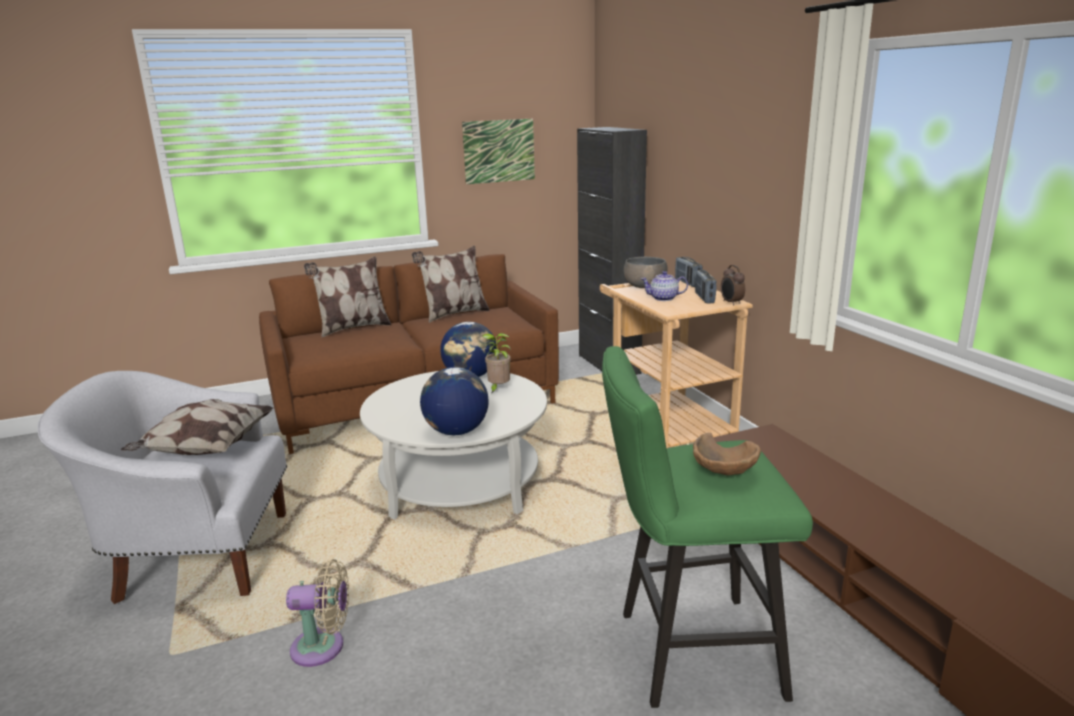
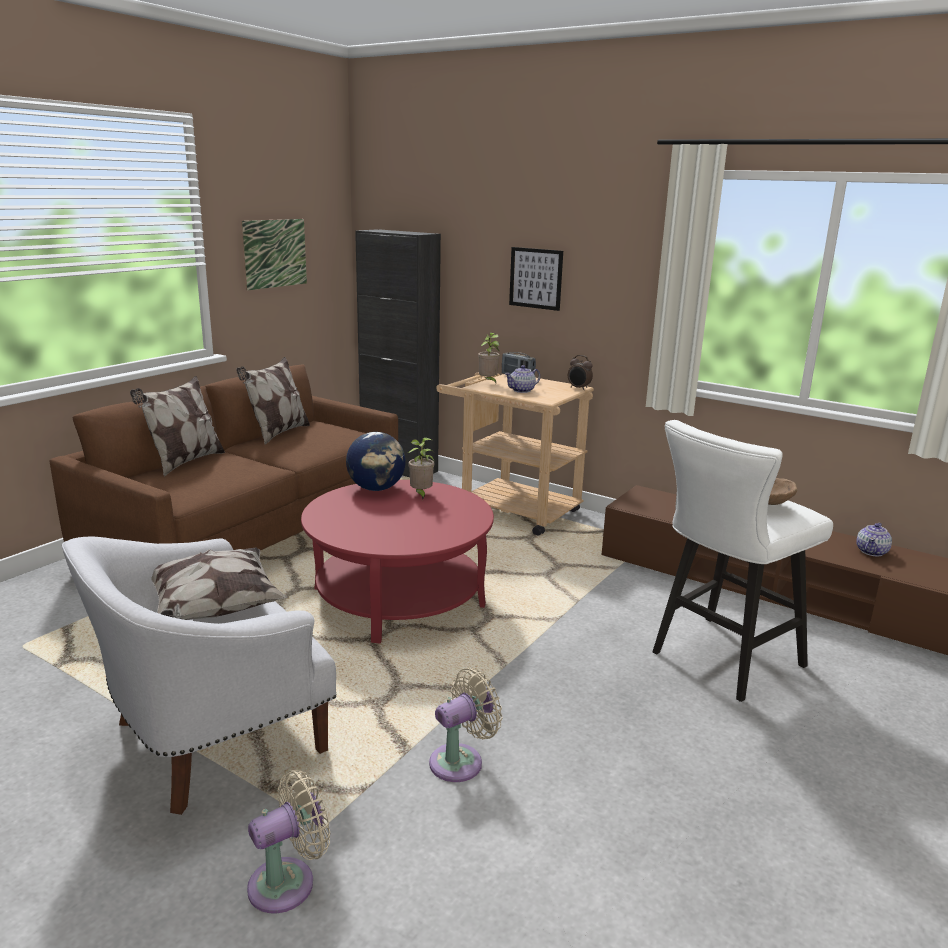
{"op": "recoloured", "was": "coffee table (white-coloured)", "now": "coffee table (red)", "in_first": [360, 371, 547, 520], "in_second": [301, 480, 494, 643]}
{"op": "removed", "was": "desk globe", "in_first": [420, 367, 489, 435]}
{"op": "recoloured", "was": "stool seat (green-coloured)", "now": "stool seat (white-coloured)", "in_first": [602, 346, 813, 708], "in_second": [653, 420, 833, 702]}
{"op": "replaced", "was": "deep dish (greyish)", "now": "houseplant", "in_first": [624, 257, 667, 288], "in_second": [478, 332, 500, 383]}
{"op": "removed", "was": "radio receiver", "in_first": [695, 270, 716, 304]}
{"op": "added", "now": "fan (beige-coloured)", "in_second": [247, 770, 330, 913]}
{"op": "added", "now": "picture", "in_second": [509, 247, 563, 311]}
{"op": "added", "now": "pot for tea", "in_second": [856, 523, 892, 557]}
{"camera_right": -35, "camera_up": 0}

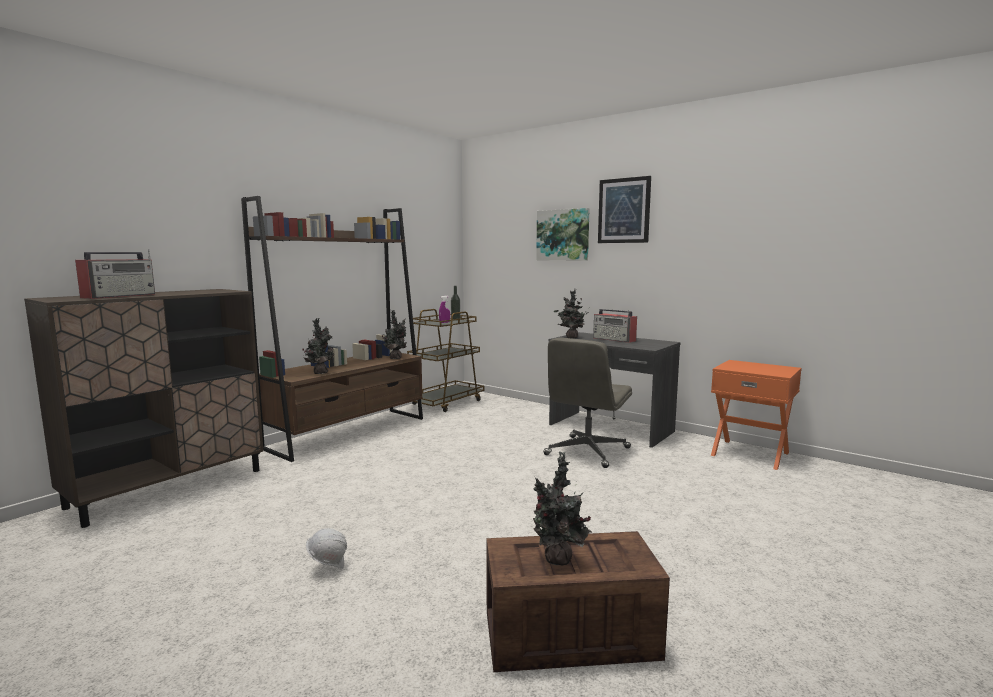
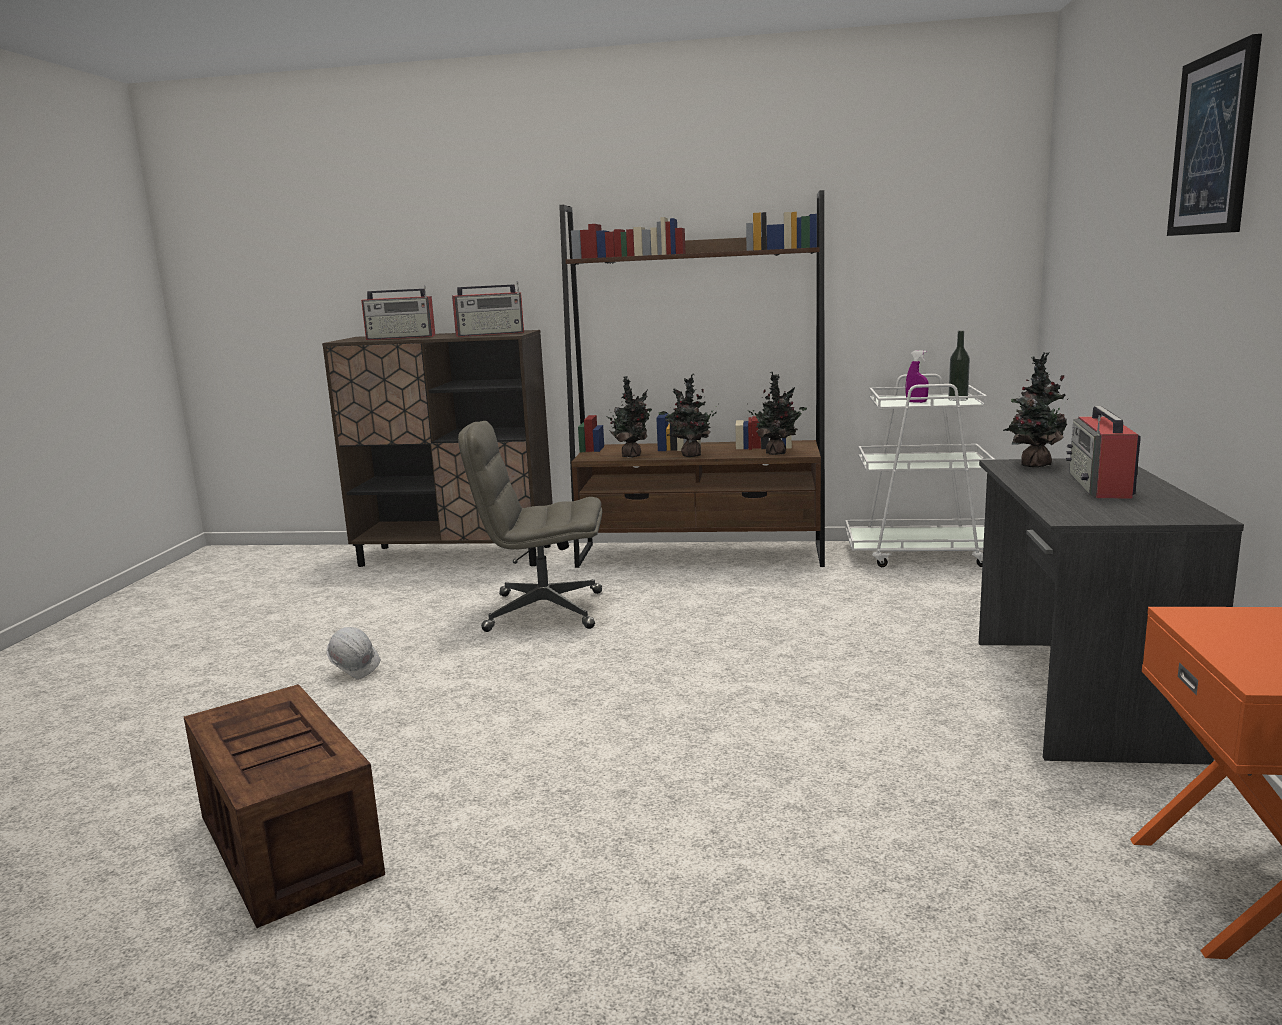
{"op": "recoloured", "was": "trolley (brown-coloured)", "now": "trolley (white-coloured)", "in_first": [407, 309, 484, 412], "in_second": [845, 374, 995, 567]}
{"op": "moved", "was": "houseplant", "in_first": [533, 451, 592, 565], "in_second": [659, 374, 719, 457]}
{"op": "removed", "was": "picture", "in_first": [536, 208, 590, 261]}
{"op": "moved", "was": "computer chair (greyish)", "in_first": [543, 338, 632, 468], "in_second": [458, 421, 602, 632]}
{"op": "added", "now": "radio receiver", "in_second": [452, 281, 524, 337]}
{"camera_right": 60, "camera_up": 5}

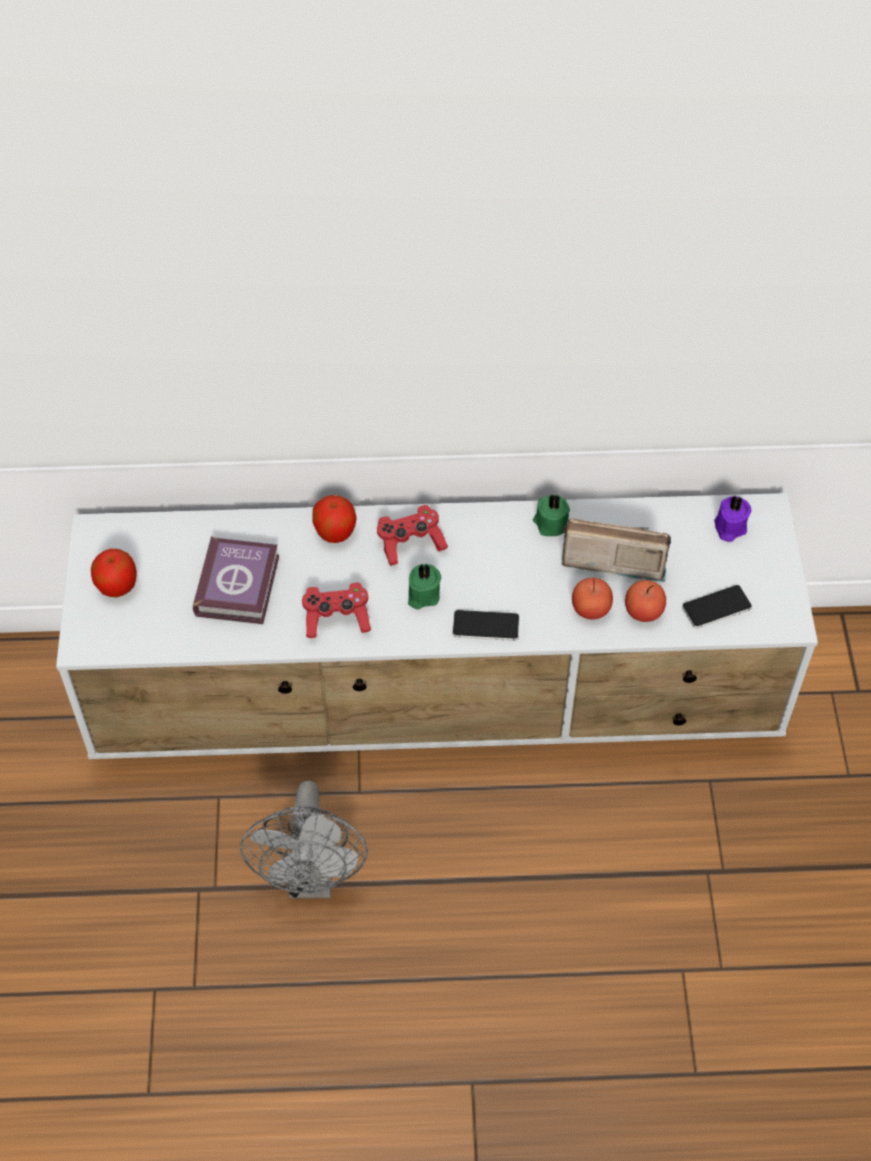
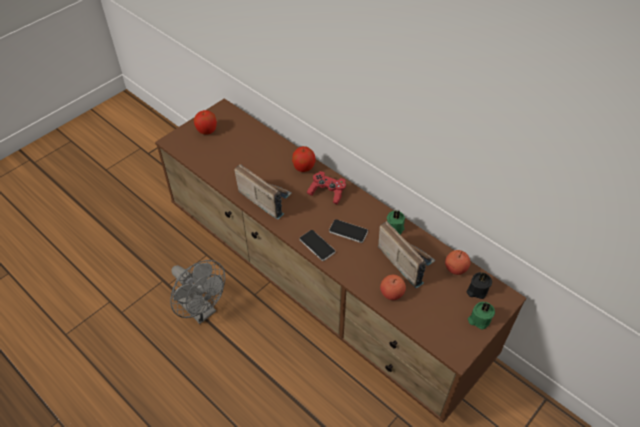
{"op": "recoloured", "was": "media console (white-coloured)", "now": "media console (brown-coloured)", "in_first": [56, 493, 818, 759], "in_second": [155, 98, 527, 423]}
{"op": "removed", "was": "volume", "in_first": [193, 536, 279, 624]}
{"op": "turned", "was": "fan (greyish)", "in_first": [240, 781, 368, 898], "in_second": [170, 260, 225, 324], "clockwise": -90}
{"op": "replaced", "was": "gamepad (red)", "now": "radio receiver", "in_first": [302, 583, 371, 638], "in_second": [234, 164, 292, 220]}
{"op": "moved", "was": "candle (green-coloured)", "in_first": [408, 564, 441, 609], "in_second": [468, 302, 495, 330]}
{"op": "moved", "was": "whole apple", "in_first": [572, 578, 613, 620], "in_second": [445, 250, 470, 275]}
{"op": "moved", "was": "telephone", "in_first": [682, 585, 752, 629], "in_second": [329, 219, 368, 243]}
{"op": "recoloured", "was": "candle (purplish)", "now": "candle (blackish)", "in_first": [714, 495, 751, 542], "in_second": [466, 272, 492, 299]}
{"camera_right": 45, "camera_up": -5}

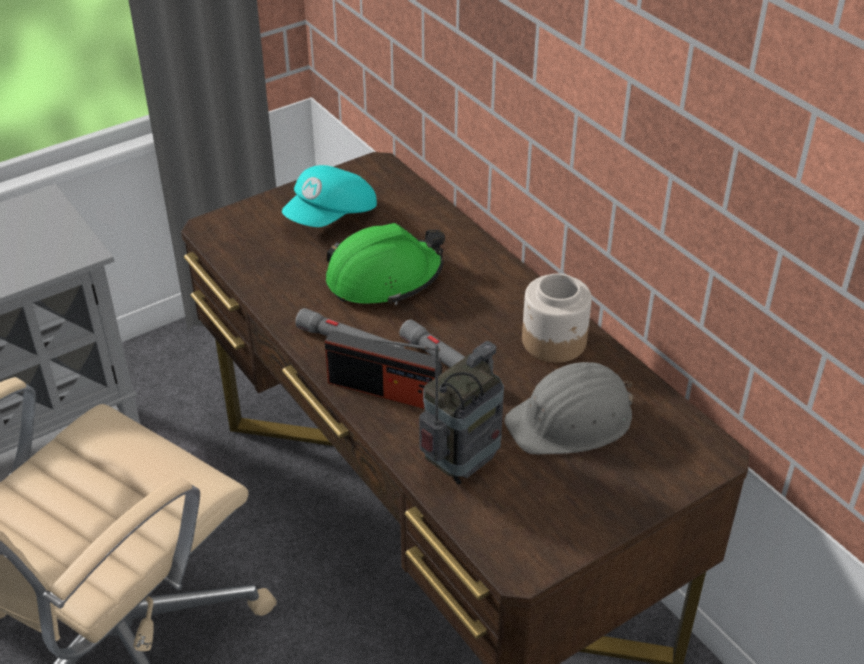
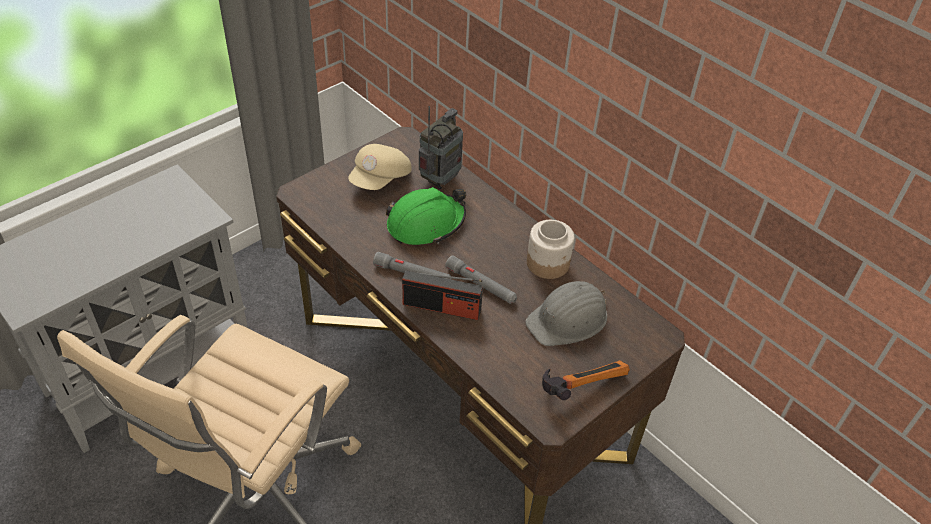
{"op": "recoloured", "was": "peaked cap (blue-green)", "now": "peaked cap (beige-coloured)", "in_first": [282, 165, 377, 227], "in_second": [348, 144, 411, 190]}
{"op": "moved", "was": "radio receiver", "in_first": [419, 341, 504, 484], "in_second": [419, 106, 463, 189]}
{"op": "added", "now": "tool hammer", "in_second": [542, 360, 630, 400]}
{"camera_right": -10, "camera_up": 5}

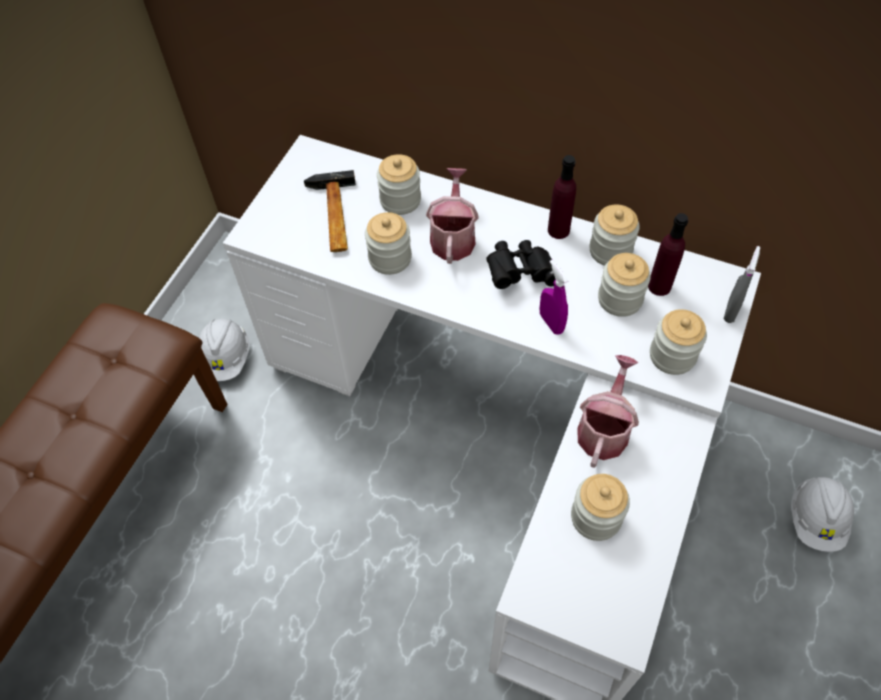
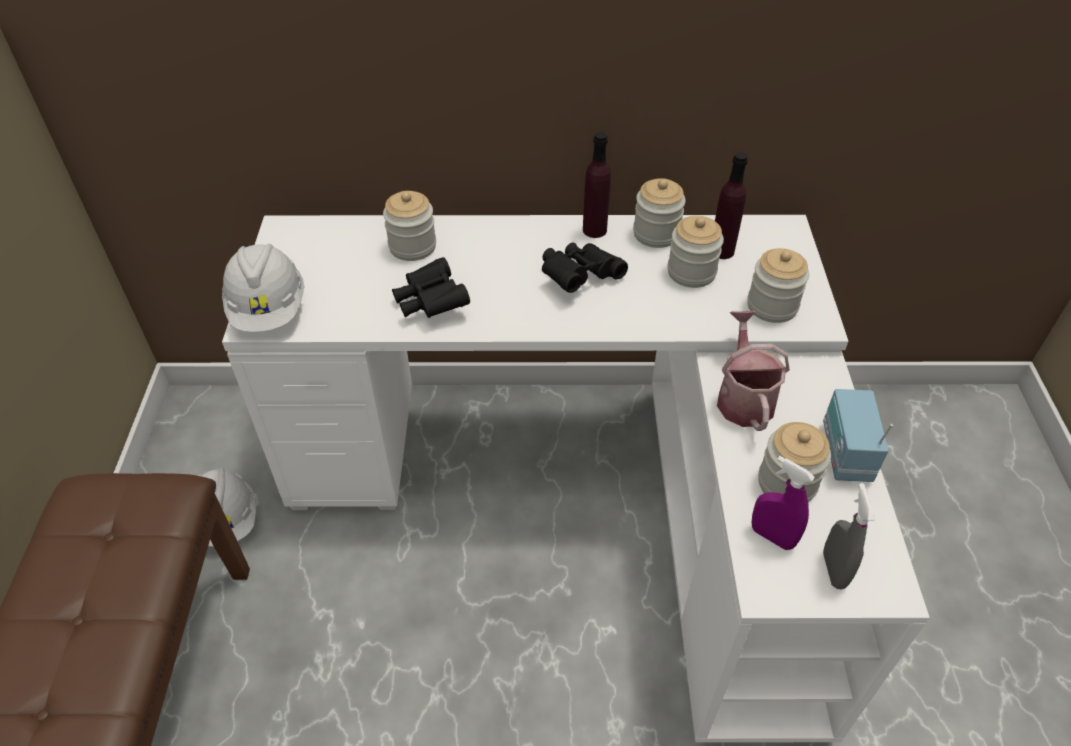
{"op": "removed", "was": "tool hammer", "in_first": [304, 170, 356, 252]}
{"op": "replaced", "was": "preserve jar", "now": "field glasses (blackish)", "in_first": [365, 212, 412, 275], "in_second": [392, 257, 470, 318]}
{"op": "removed", "was": "sprinkling can", "in_first": [426, 168, 479, 264]}
{"op": "moved", "was": "spray bottle (purplish)", "in_first": [539, 260, 568, 335], "in_second": [752, 456, 815, 550]}
{"op": "moved", "was": "spray bottle (greyish)", "in_first": [723, 246, 760, 323], "in_second": [823, 483, 875, 589]}
{"op": "moved", "was": "safety helmet (white-coloured)", "in_first": [791, 477, 854, 552], "in_second": [222, 243, 304, 332]}
{"op": "added", "now": "radio receiver", "in_second": [823, 389, 893, 482]}
{"camera_right": -25, "camera_up": -10}

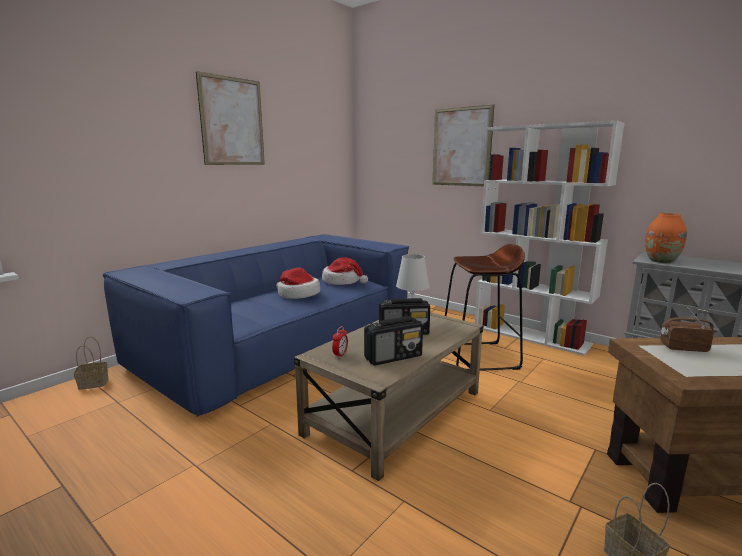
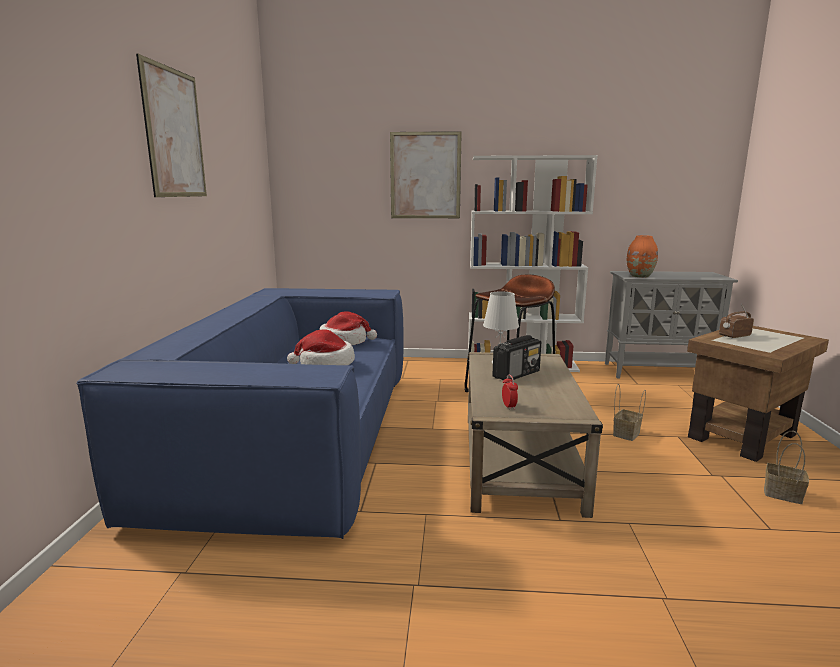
{"op": "moved", "was": "household basket", "in_first": [74, 336, 109, 390], "in_second": [613, 384, 646, 441]}
{"op": "removed", "was": "radio receiver", "in_first": [364, 316, 423, 366]}
{"camera_right": -35, "camera_up": 0}

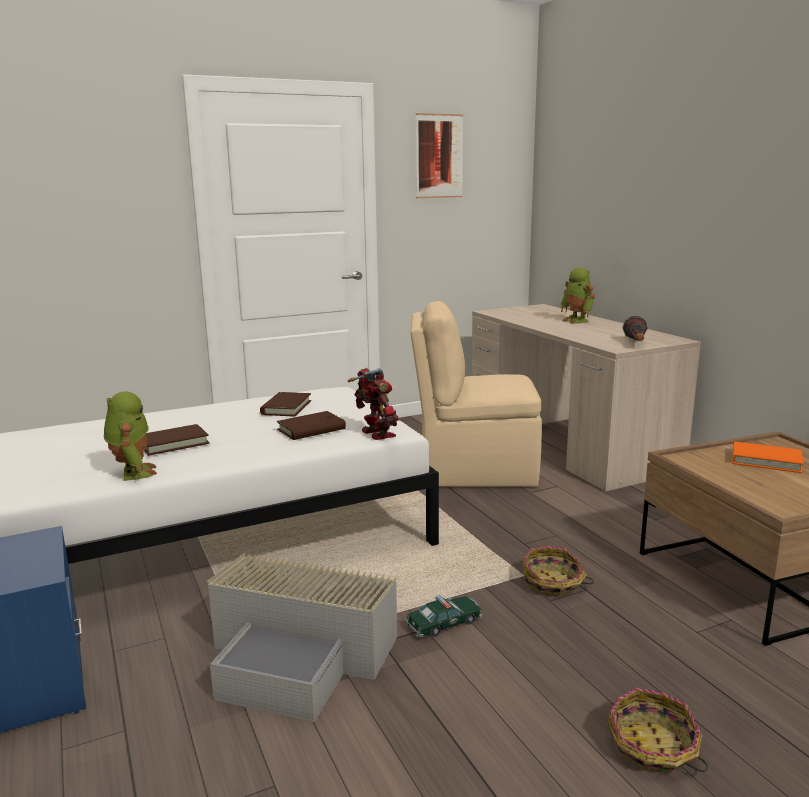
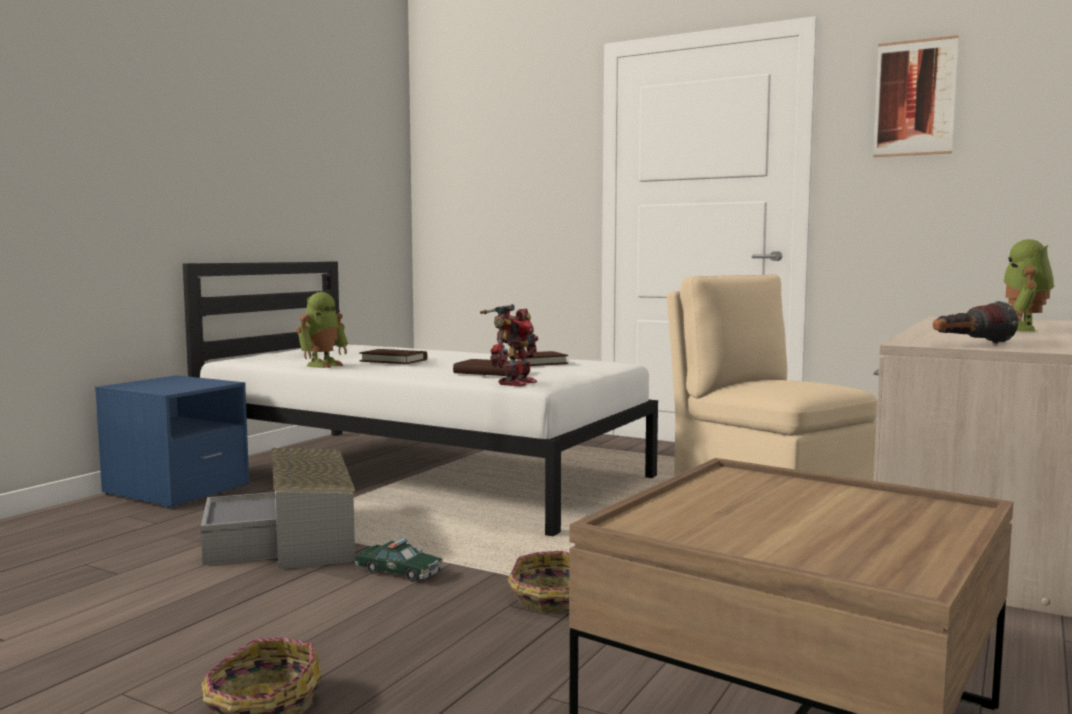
{"op": "removed", "was": "volume (orange-coloured)", "in_first": [732, 442, 804, 473]}
{"camera_right": 55, "camera_up": -10}

